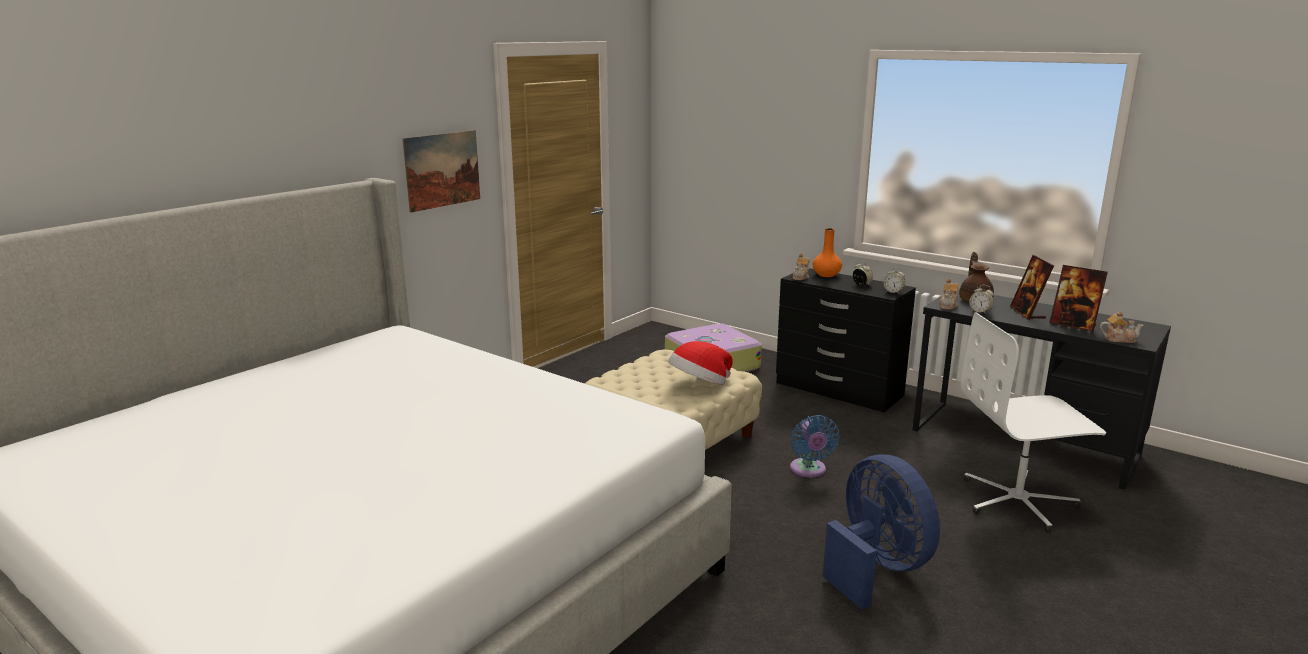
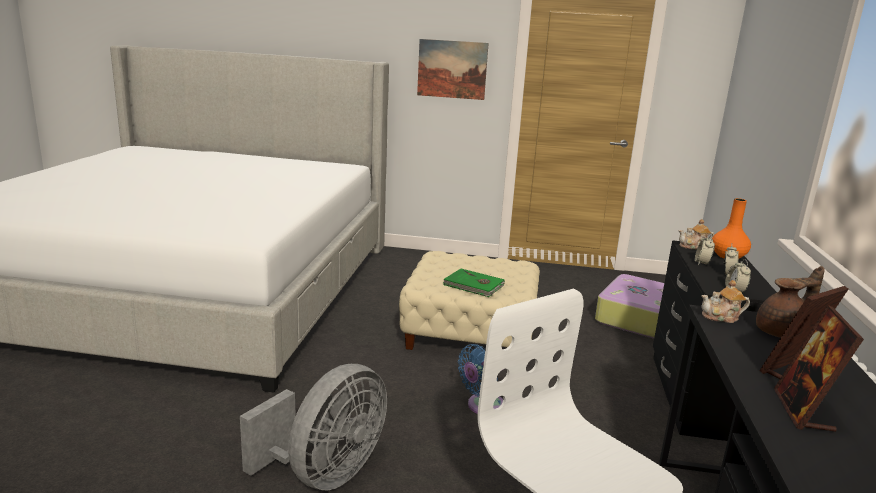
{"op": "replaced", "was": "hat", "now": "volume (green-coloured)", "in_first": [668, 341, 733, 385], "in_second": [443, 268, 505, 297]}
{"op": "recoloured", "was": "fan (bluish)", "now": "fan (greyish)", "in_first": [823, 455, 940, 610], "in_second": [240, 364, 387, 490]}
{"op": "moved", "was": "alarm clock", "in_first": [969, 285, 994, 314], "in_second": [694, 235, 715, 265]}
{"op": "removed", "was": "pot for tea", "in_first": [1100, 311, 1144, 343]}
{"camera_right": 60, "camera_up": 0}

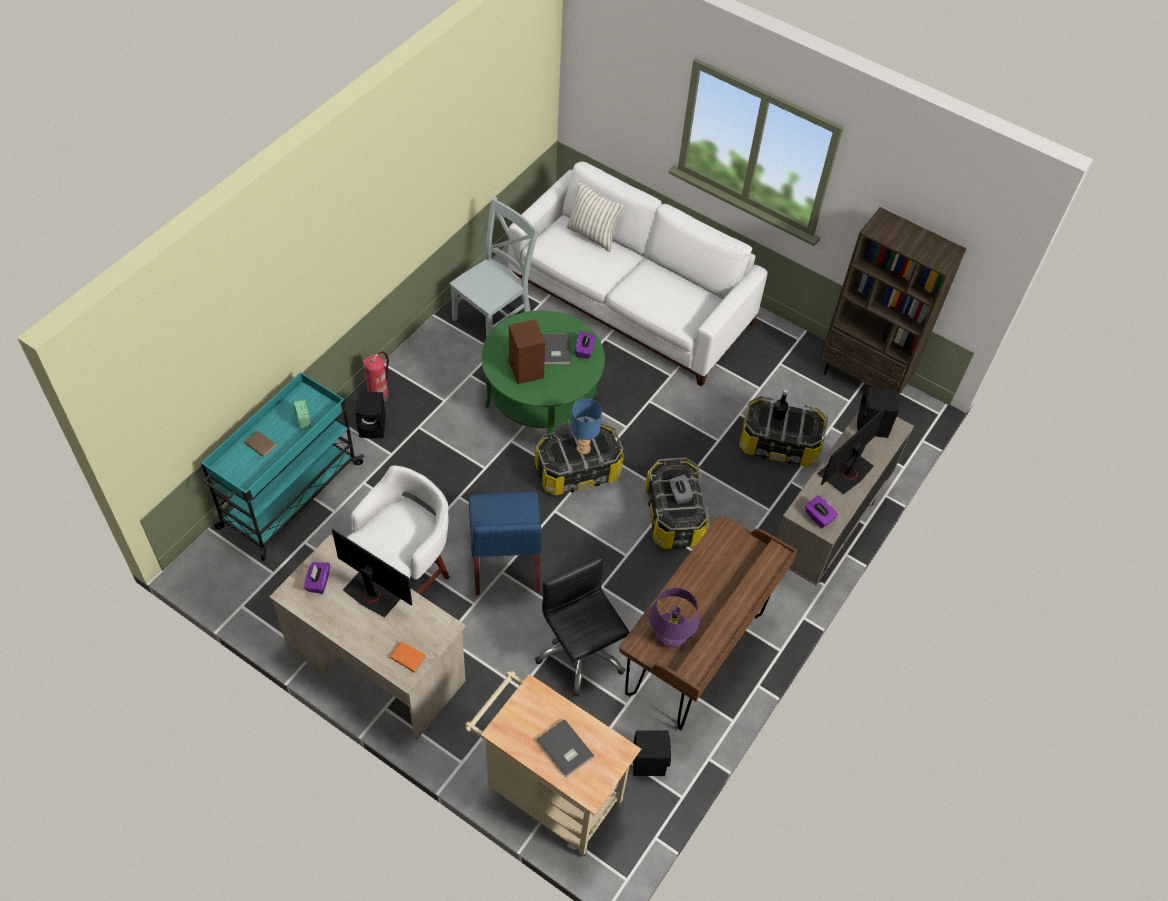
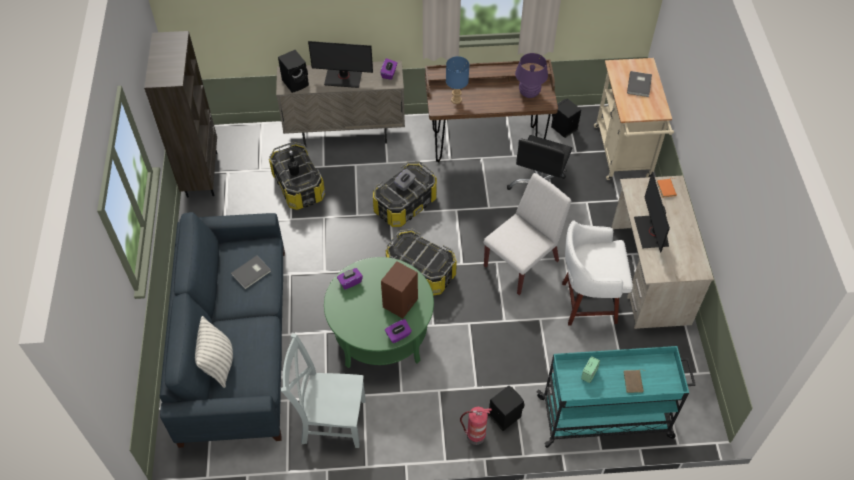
{"op": "moved", "was": "box of tissues (purplish)", "in_first": [304, 562, 330, 594], "in_second": [385, 319, 412, 343]}
{"op": "recoloured", "was": "plain chair (bluish)", "now": "plain chair (white-coloured)", "in_first": [469, 492, 542, 595], "in_second": [483, 173, 571, 295]}
{"op": "recoloured", "was": "settee (white-coloured)", "now": "settee (bluish)", "in_first": [509, 161, 768, 387], "in_second": [160, 212, 285, 448]}
{"op": "moved", "was": "volume (greyish)", "in_first": [542, 333, 571, 364], "in_second": [231, 256, 271, 289]}
{"op": "moved", "was": "lamp for a table (bluish)", "in_first": [571, 399, 602, 454], "in_second": [446, 56, 469, 104]}
{"camera_right": -125, "camera_up": 0}

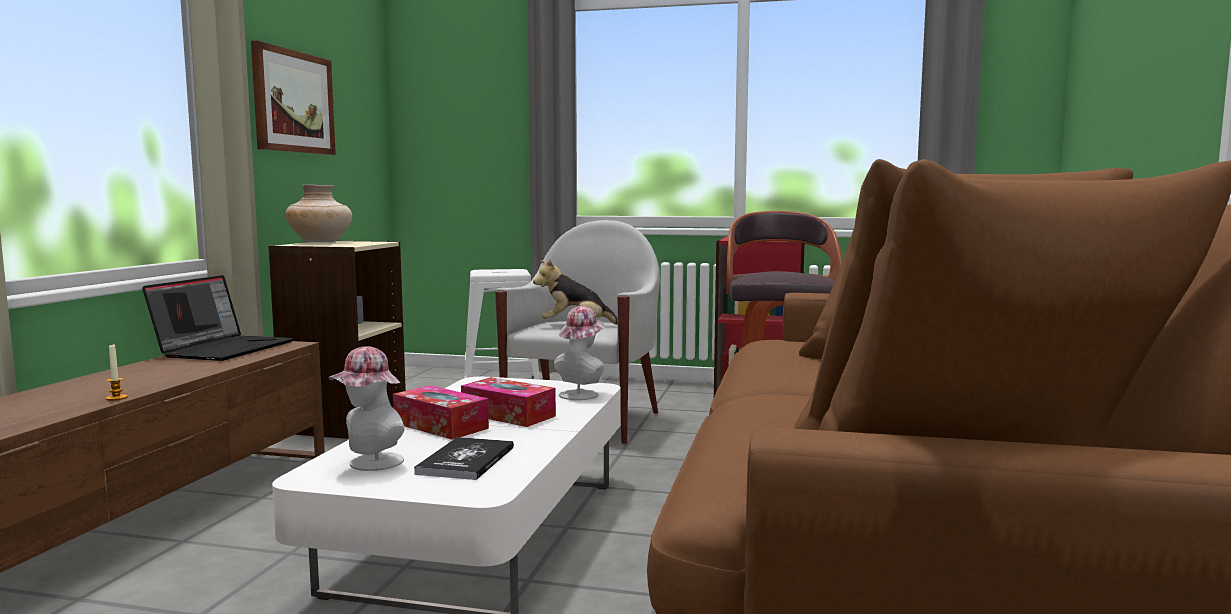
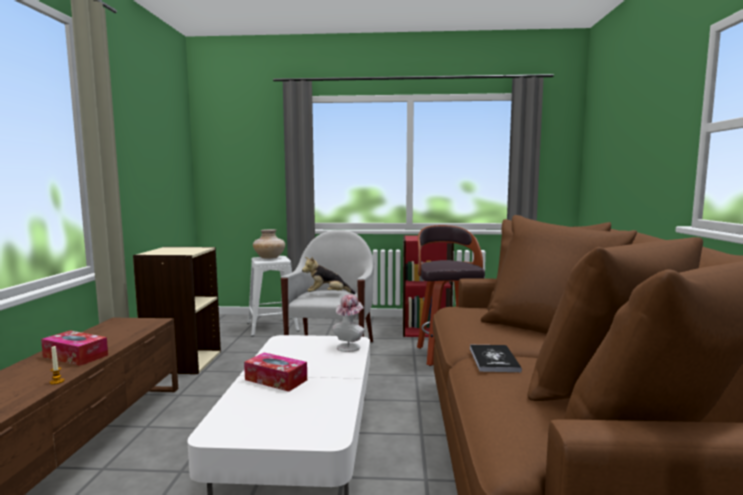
{"op": "removed", "was": "portable computer", "in_first": [142, 275, 293, 361]}
{"op": "removed", "was": "picture", "in_first": [251, 40, 336, 155]}
{"op": "moved", "was": "vase (beige-coloured)", "in_first": [285, 185, 352, 242], "in_second": [253, 229, 285, 259]}
{"op": "removed", "was": "hat", "in_first": [328, 346, 405, 471]}
{"op": "moved", "was": "volume", "in_first": [414, 437, 514, 480], "in_second": [470, 345, 522, 372]}
{"op": "moved", "was": "box of tissues", "in_first": [461, 377, 556, 427], "in_second": [41, 330, 108, 366]}
{"camera_right": -10, "camera_up": 0}

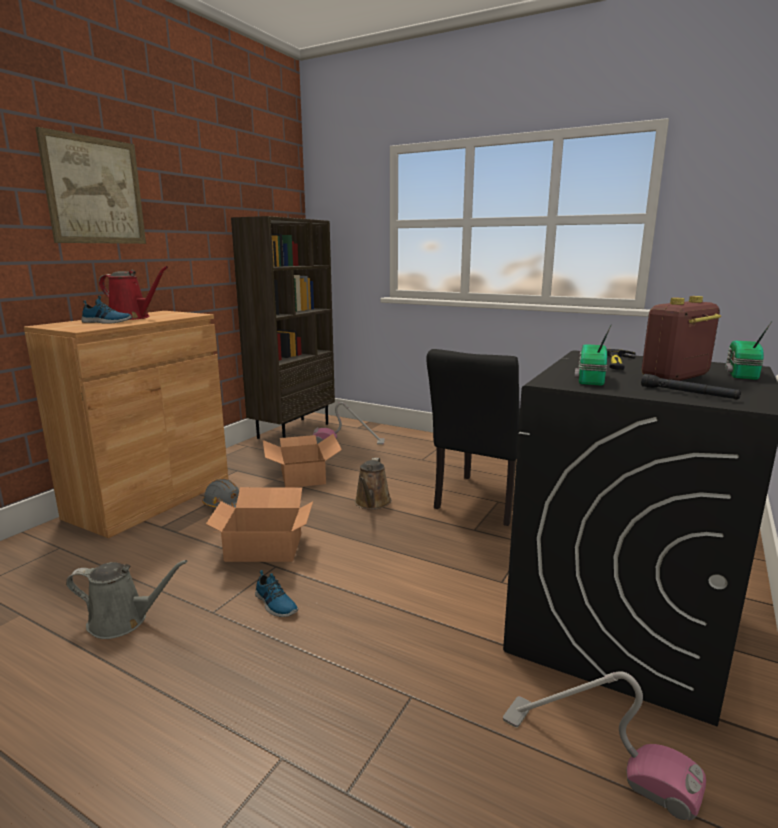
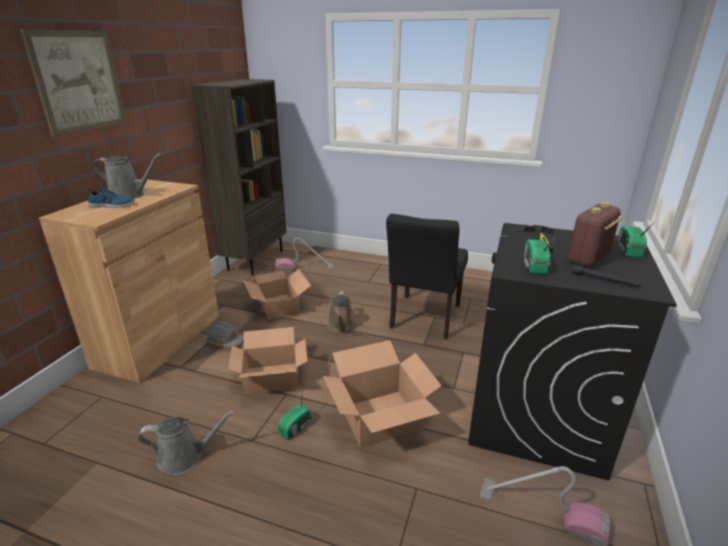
{"op": "recoloured", "was": "sprinkling can (red)", "now": "sprinkling can (greyish)", "in_first": [99, 266, 168, 320], "in_second": [93, 153, 162, 199]}
{"op": "replaced", "was": "low shoe", "now": "radio receiver", "in_first": [255, 570, 298, 617], "in_second": [278, 387, 312, 440]}
{"op": "added", "now": "packing box", "in_second": [323, 340, 442, 448]}
{"camera_right": -10, "camera_up": 10}

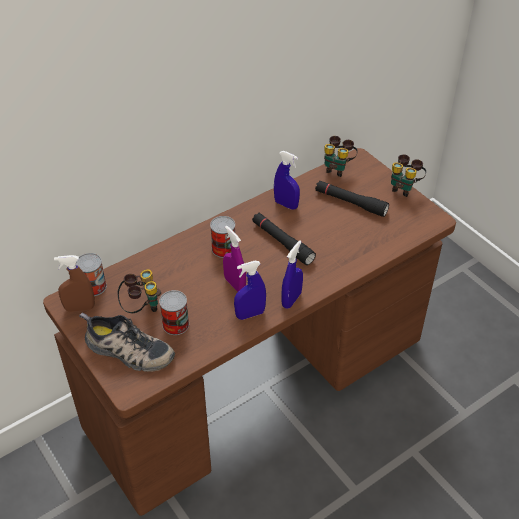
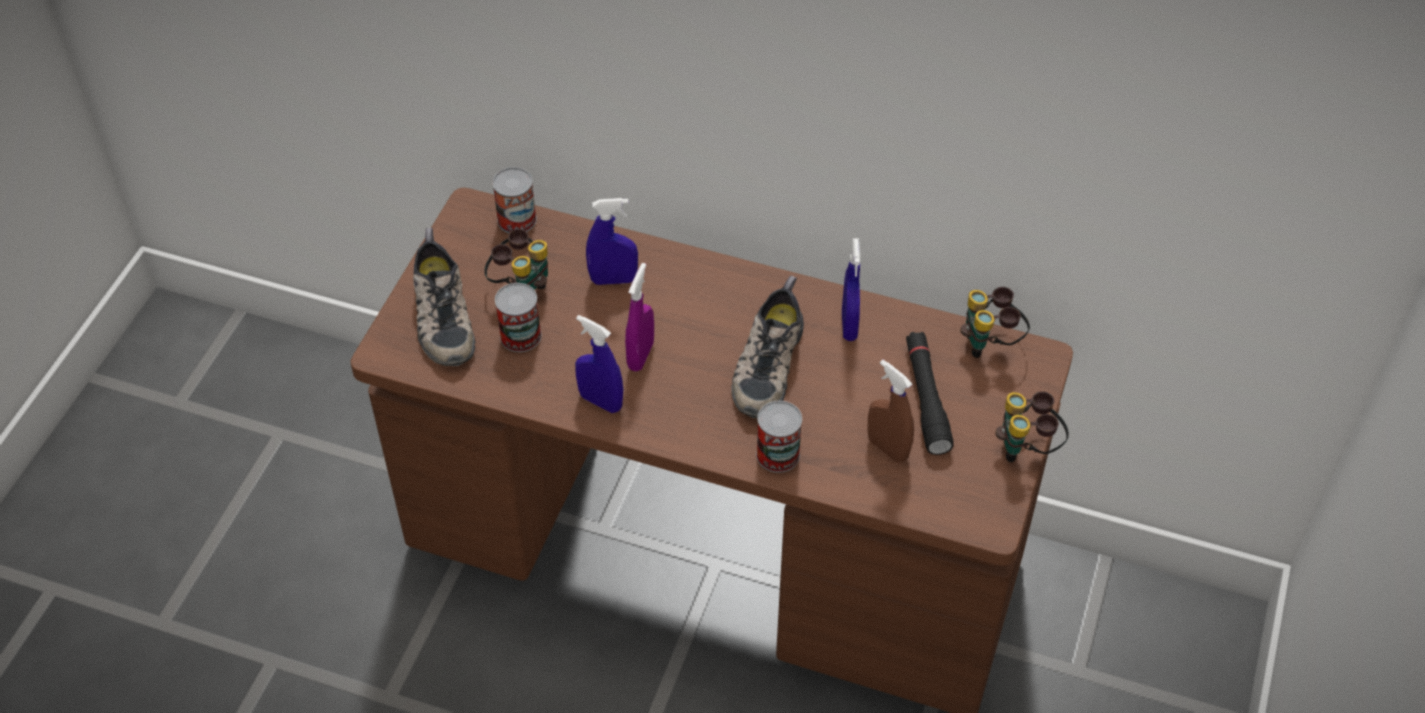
{"op": "moved", "was": "spray bottle (brown-coloured)", "in_first": [54, 255, 95, 312], "in_second": [867, 360, 914, 463]}
{"op": "moved", "was": "can", "in_first": [210, 216, 235, 258], "in_second": [756, 401, 802, 473]}
{"op": "replaced", "was": "torch (blackish)", "now": "low shoe", "in_first": [252, 213, 316, 265], "in_second": [731, 276, 804, 418]}
{"op": "moved", "was": "spray bottle (bluish)", "in_first": [281, 240, 303, 309], "in_second": [586, 198, 638, 285]}
{"camera_right": 55, "camera_up": 5}

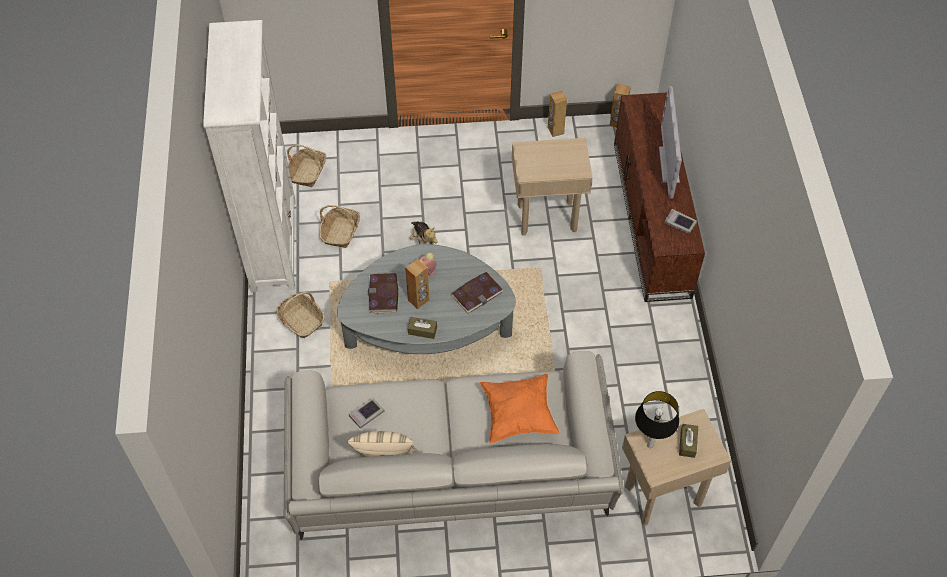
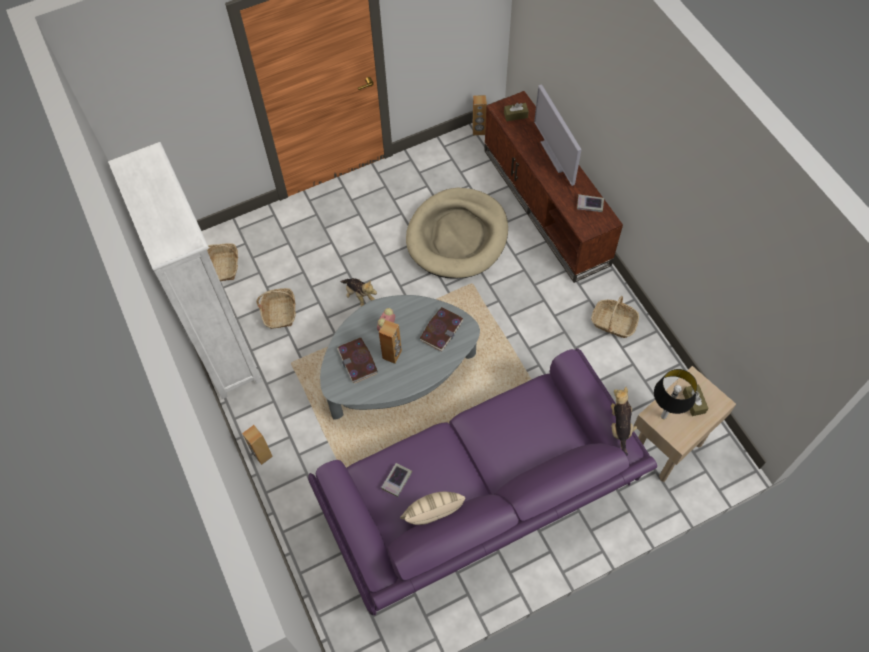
{"op": "moved", "was": "household basket", "in_first": [276, 292, 325, 338], "in_second": [591, 296, 639, 338]}
{"op": "recoloured", "was": "settee (greyish)", "now": "settee (purplish)", "in_first": [284, 351, 624, 540], "in_second": [308, 348, 657, 616]}
{"op": "moved", "was": "box of tissues (brown-coloured)", "in_first": [408, 317, 437, 339], "in_second": [504, 103, 529, 121]}
{"op": "removed", "was": "throw pillow (orange-coloured)", "in_first": [480, 374, 559, 444]}
{"op": "replaced", "was": "accent table (beige-coloured)", "now": "pet bed (beige-coloured)", "in_first": [512, 138, 593, 236], "in_second": [406, 187, 508, 279]}
{"op": "moved", "was": "loudspeaker (brown-coloured)", "in_first": [548, 91, 567, 137], "in_second": [242, 425, 273, 465]}
{"op": "added", "now": "plush toy", "in_second": [611, 387, 637, 456]}
{"camera_right": -20, "camera_up": 5}

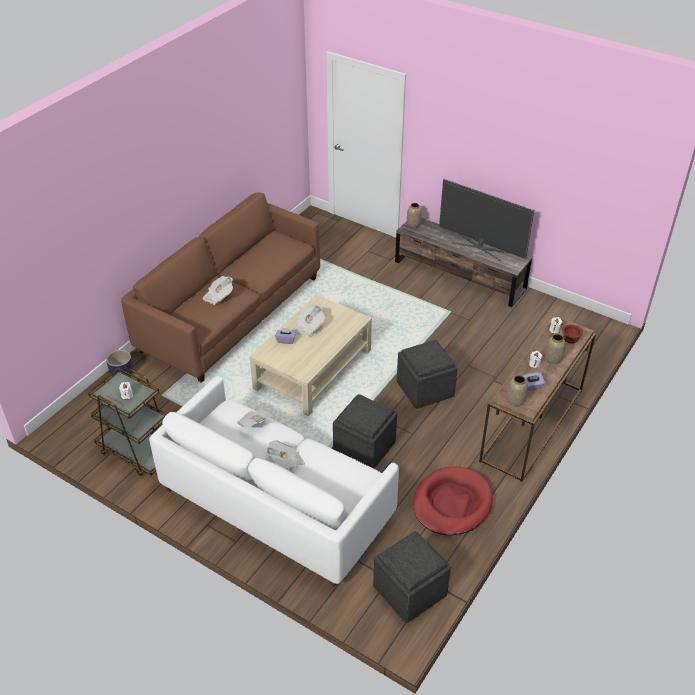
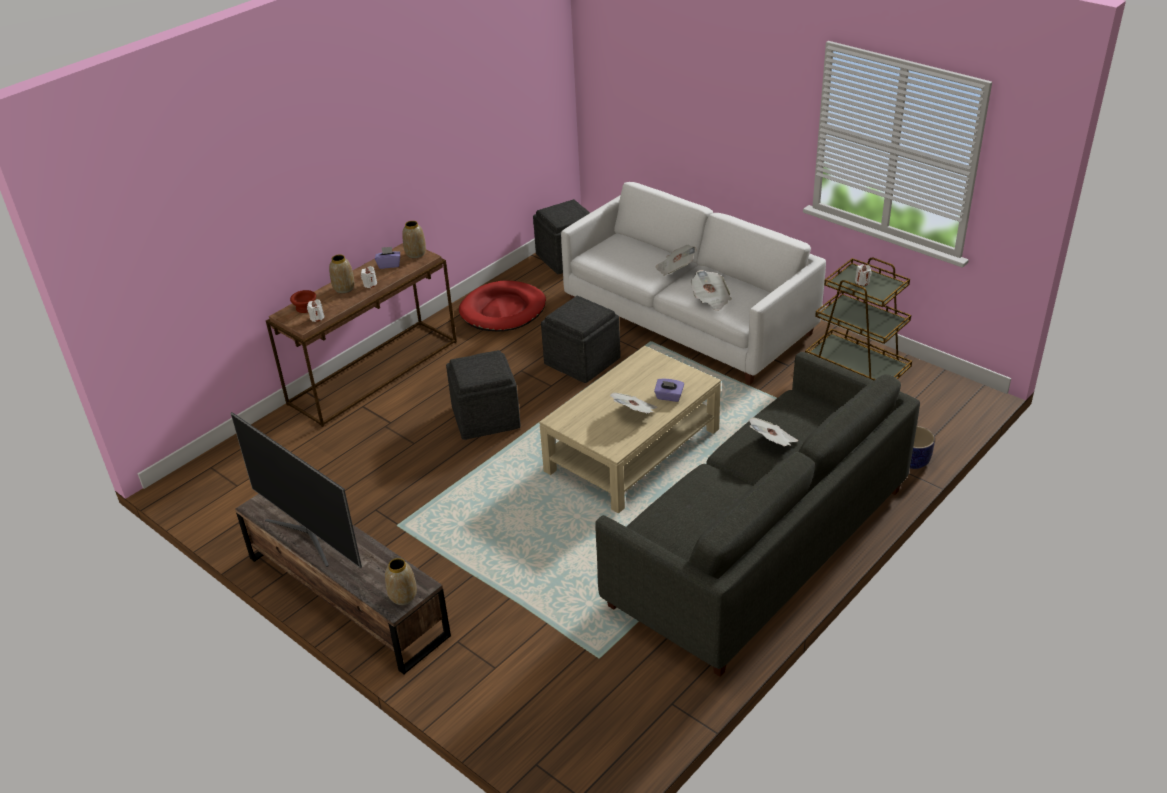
{"op": "recoloured", "was": "settee (brown-coloured)", "now": "settee (greyish)", "in_first": [121, 192, 320, 383], "in_second": [595, 352, 920, 677]}
{"camera_right": -170, "camera_up": -5}

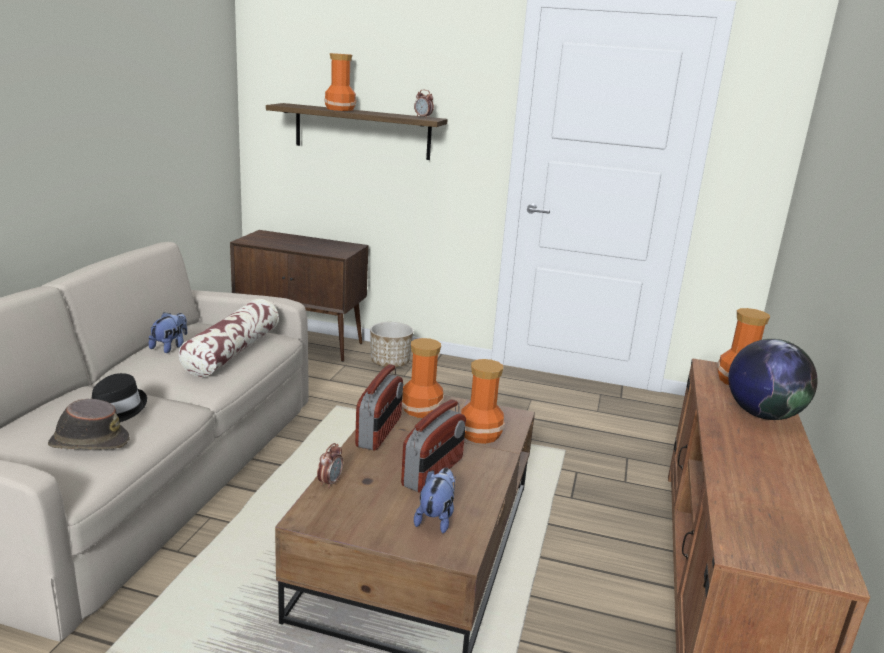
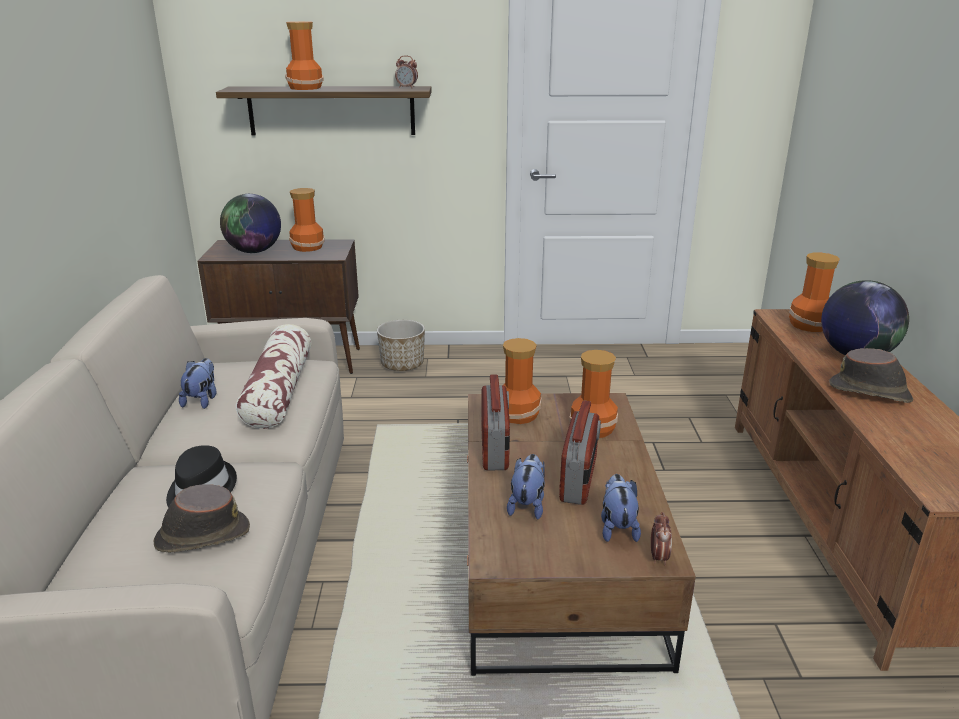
{"op": "moved", "was": "alarm clock", "in_first": [317, 443, 343, 489], "in_second": [651, 512, 672, 566]}
{"op": "added", "now": "desk globe", "in_second": [220, 194, 281, 253]}
{"op": "added", "now": "vase", "in_second": [289, 188, 325, 252]}
{"op": "added", "now": "plush toy", "in_second": [507, 454, 545, 519]}
{"op": "added", "now": "hat (brown-coloured)", "in_second": [829, 348, 913, 403]}
{"camera_right": -15, "camera_up": 5}

